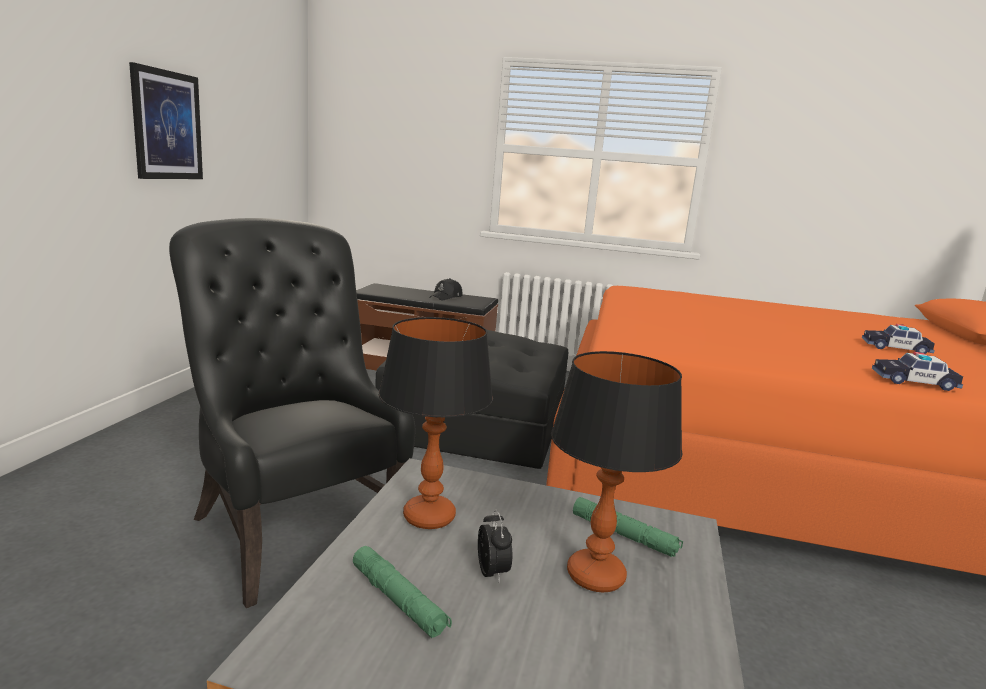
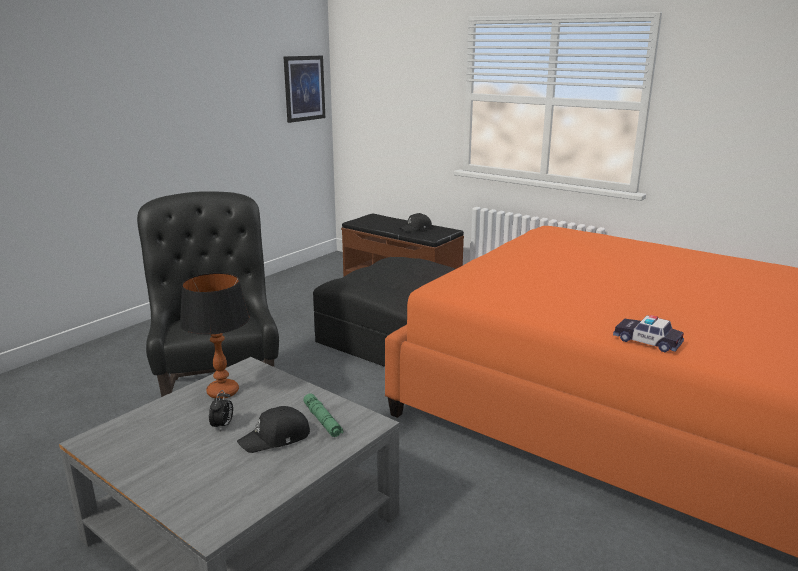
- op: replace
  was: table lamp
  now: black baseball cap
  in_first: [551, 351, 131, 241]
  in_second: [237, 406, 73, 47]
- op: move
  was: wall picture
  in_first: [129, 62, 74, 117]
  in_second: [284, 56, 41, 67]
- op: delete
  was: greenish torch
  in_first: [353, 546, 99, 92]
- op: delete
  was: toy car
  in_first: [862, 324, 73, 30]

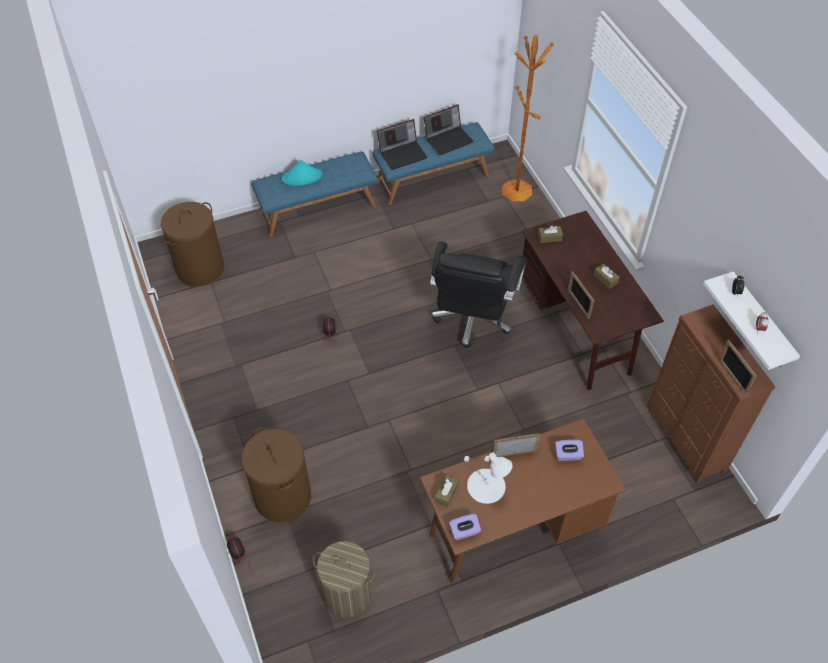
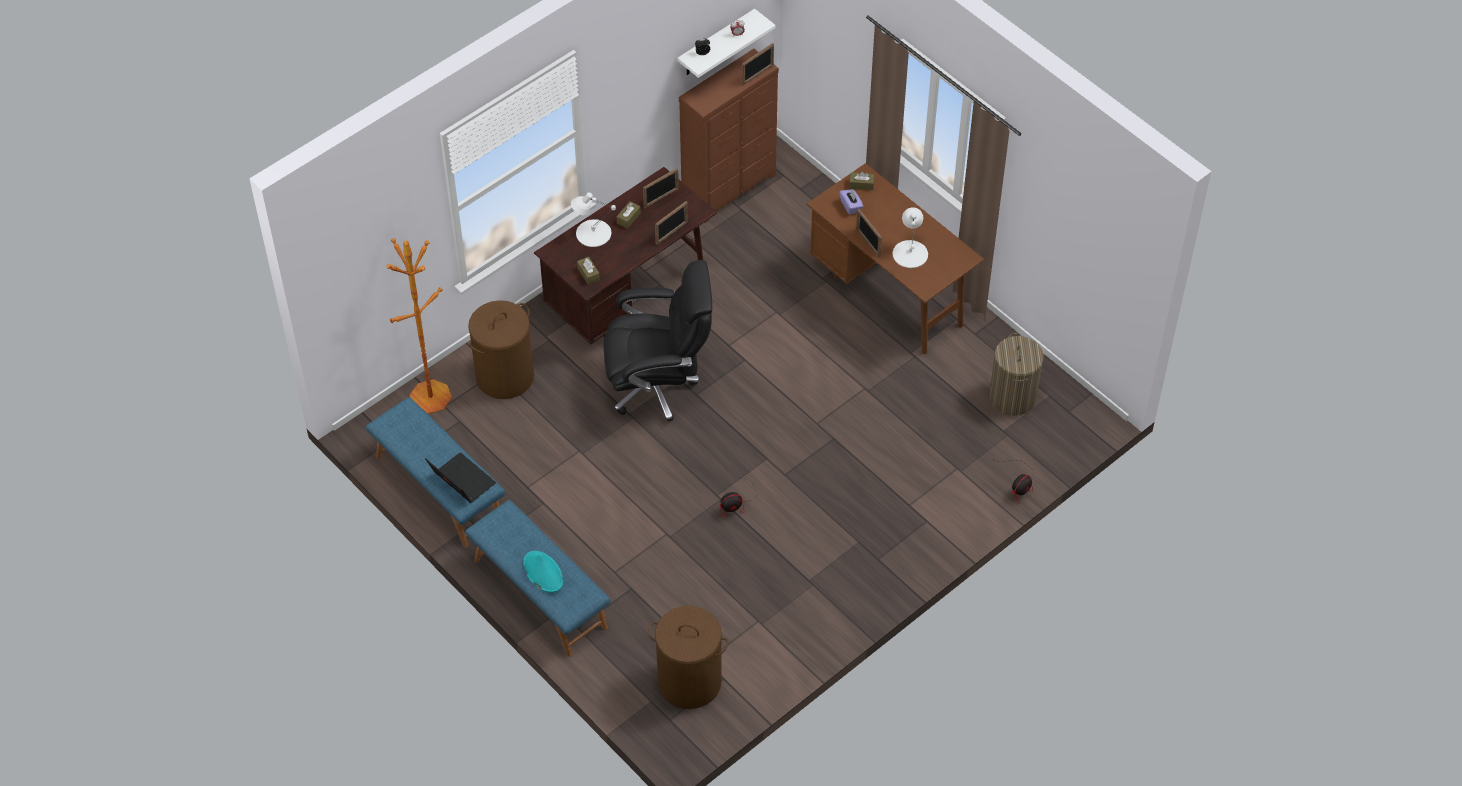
- op: move
  was: brown laundry basket
  in_first: [241, 428, 70, 94]
  in_second: [468, 300, 66, 99]
- op: insert
  now: white table lamp
  in_second: [571, 192, 45, 55]
- op: insert
  now: picture frame
  in_second: [643, 168, 36, 40]
- op: move
  was: brown box of tissues
  in_first: [435, 475, 24, 32]
  in_second: [849, 172, 26, 18]
- op: delete
  was: laptop
  in_first: [424, 104, 50, 51]
- op: delete
  was: purplish box of tissues
  in_first: [449, 514, 32, 26]

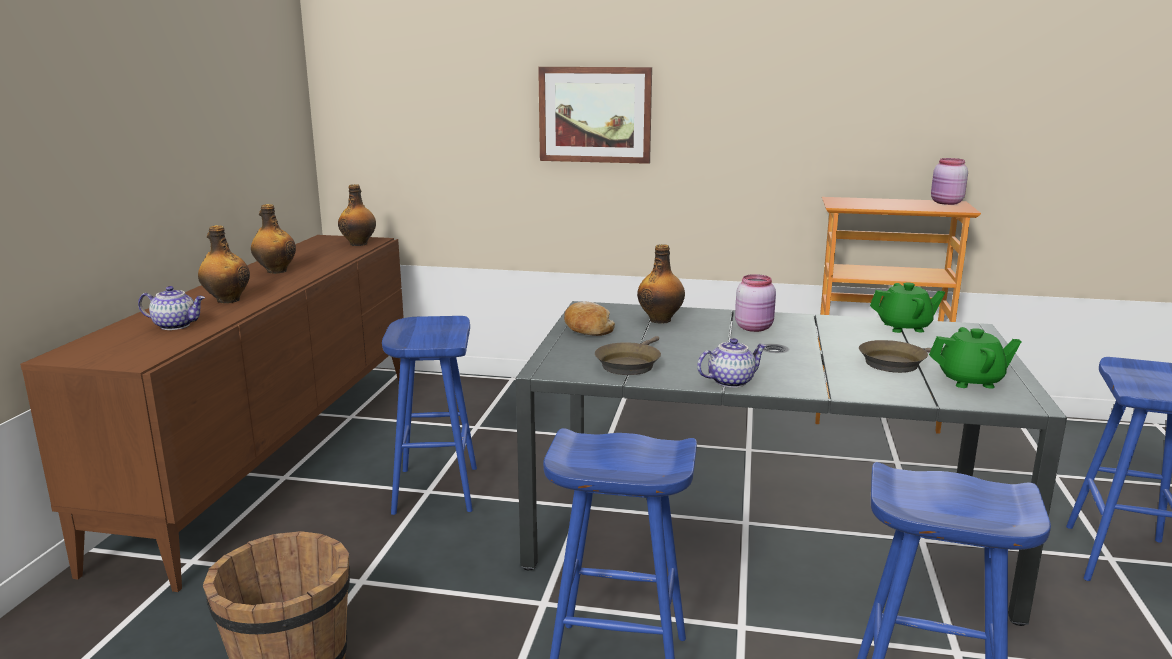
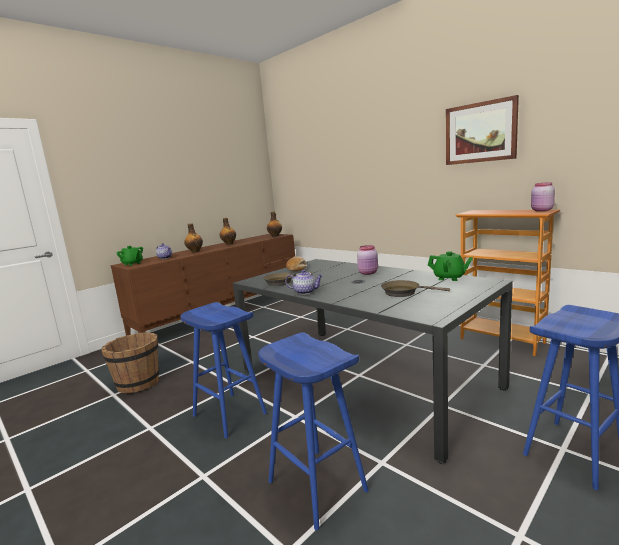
- op: move
  was: greenish tea pot
  in_first: [929, 327, 93, 61]
  in_second: [117, 246, 26, 20]
- op: move
  was: wall picture
  in_first: [538, 67, 114, 97]
  in_second: [446, 95, 73, 70]
- op: delete
  was: blue stool
  in_first: [382, 316, 95, 199]
- op: delete
  was: drink bottle
  in_first: [637, 244, 48, 80]

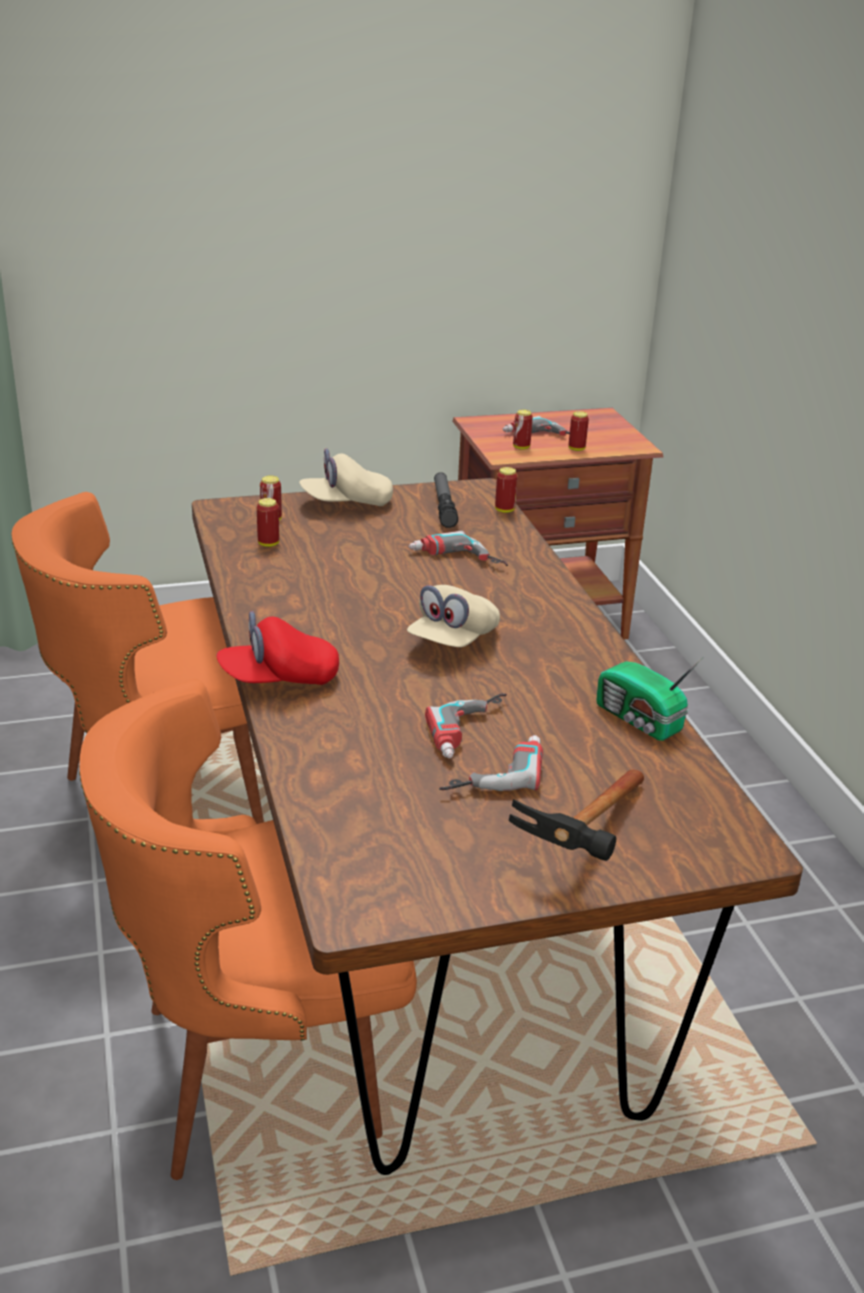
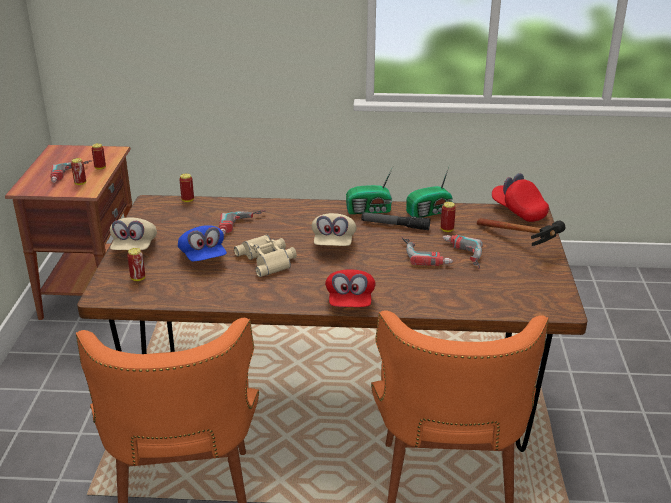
- op: insert
  now: blue baseball cap
  in_second: [178, 225, 49, 36]
- op: insert
  now: sand-coloured pair of binoculars
  in_second: [234, 235, 63, 42]
- op: rotate
  was: sand-coloured baseball cap
  in_first: [407, 585, 93, 62]
  in_second: [312, 213, 45, 33]
  clockwise: 45
- op: insert
  now: radio
  in_second: [346, 167, 47, 47]
- op: move
  was: torch
  in_first: [434, 472, 24, 56]
  in_second: [361, 212, 69, 18]
- op: move
  was: metal can
  in_first: [257, 498, 22, 49]
  in_second: [441, 202, 15, 30]
- op: insert
  now: reddish baseball cap
  in_second: [492, 173, 57, 49]

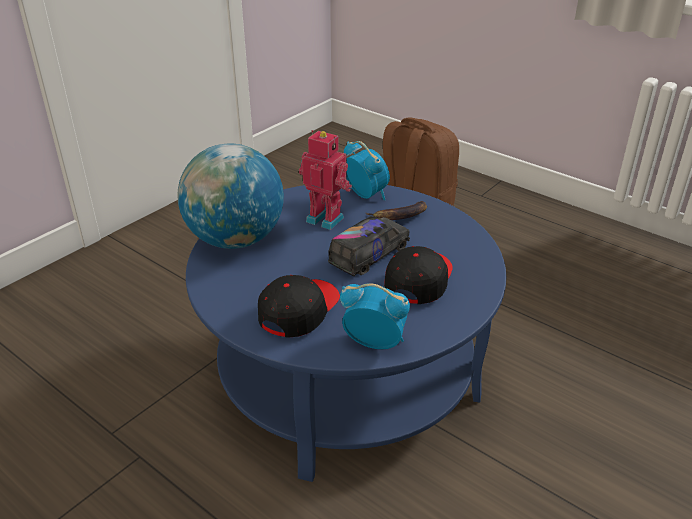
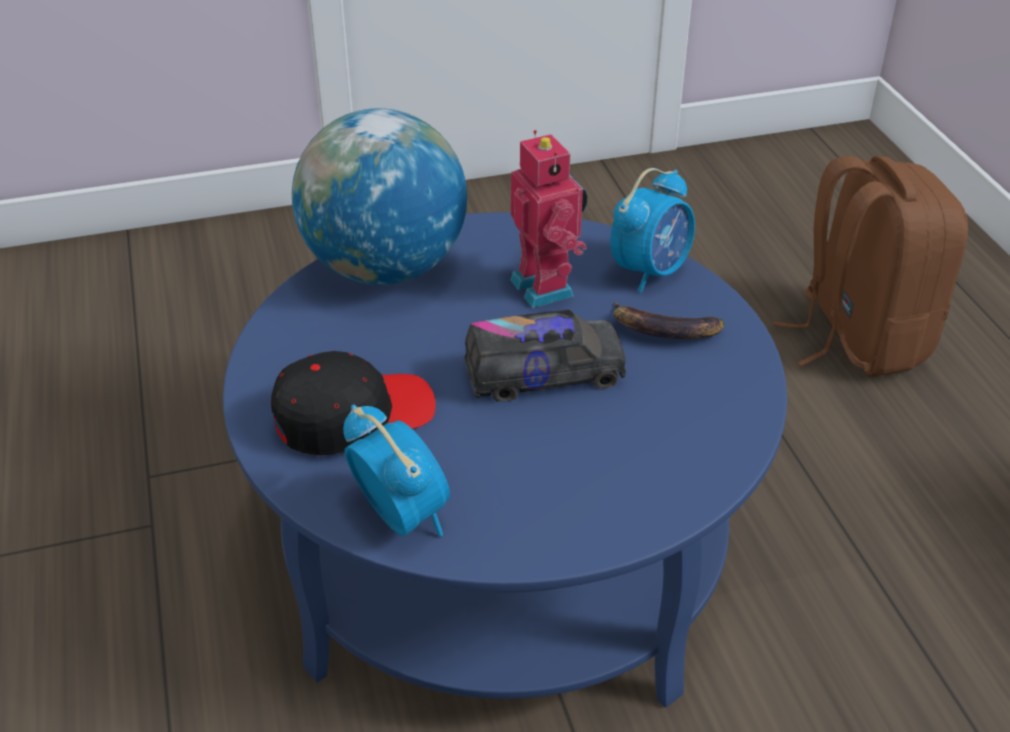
- op: rotate
  was: bedside clock
  in_first: [344, 141, 46, 59]
  in_second: [610, 168, 85, 125]
  clockwise: 45
- op: delete
  was: black baseball cap
  in_first: [384, 246, 69, 58]

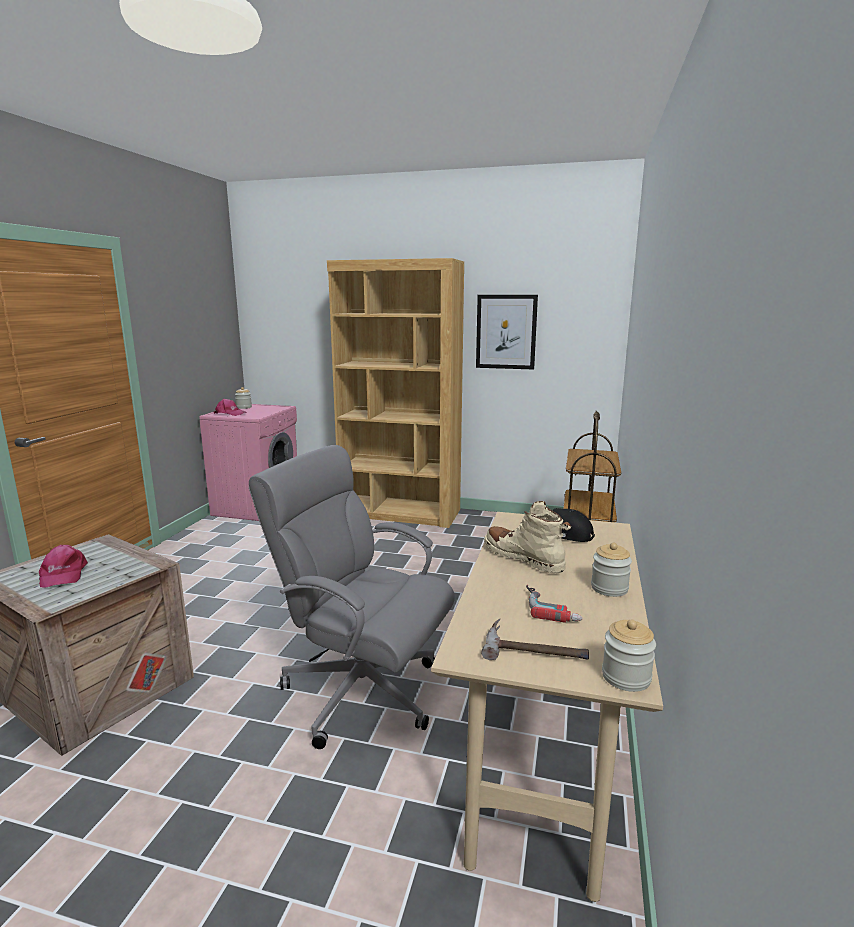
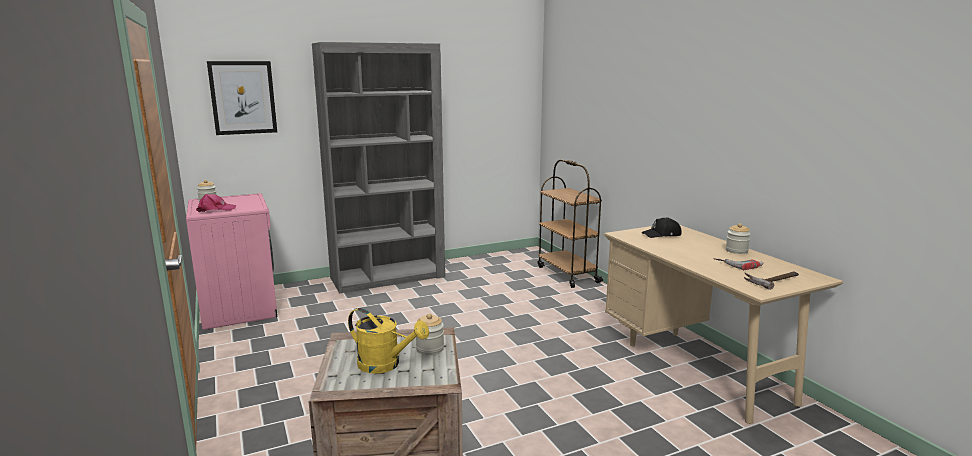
- op: move
  was: wall picture
  in_first: [476, 295, 62, 74]
  in_second: [207, 61, 70, 74]
- op: recolor
  was: brown bookshelf
  now: grey bookshelf
  in_first: [327, 258, 137, 270]
  in_second: [312, 42, 133, 252]
- op: replace
  was: pinkish baseball cap
  now: yellowish watering pot
  in_first: [39, 545, 49, 43]
  in_second: [348, 308, 81, 66]
- op: move
  was: preserve jar
  in_first: [602, 619, 54, 73]
  in_second: [416, 313, 28, 42]
- op: delete
  was: grey office chair
  in_first: [249, 445, 206, 304]
- op: delete
  was: sand-coloured high-top boot
  in_first: [484, 501, 87, 73]

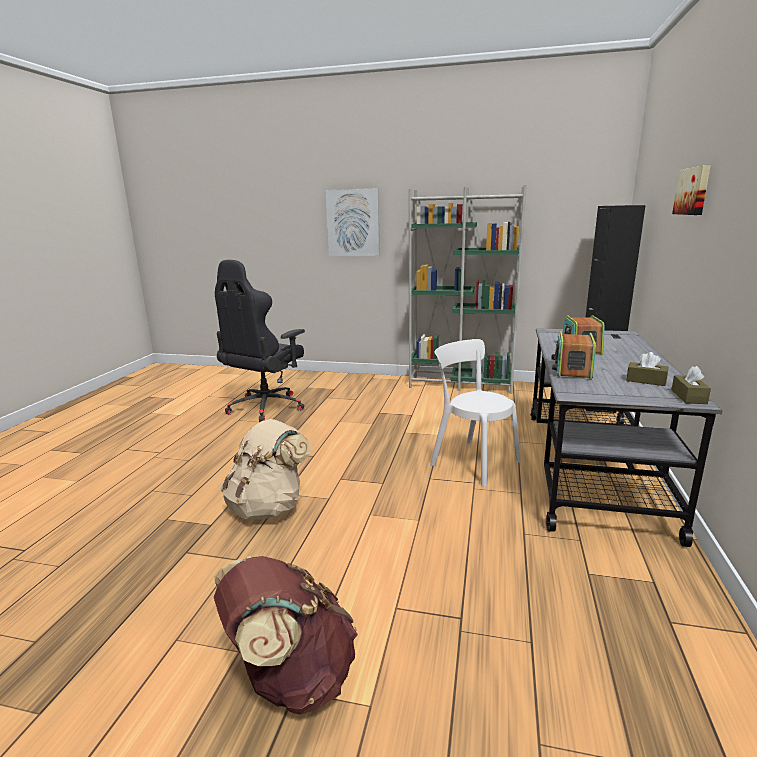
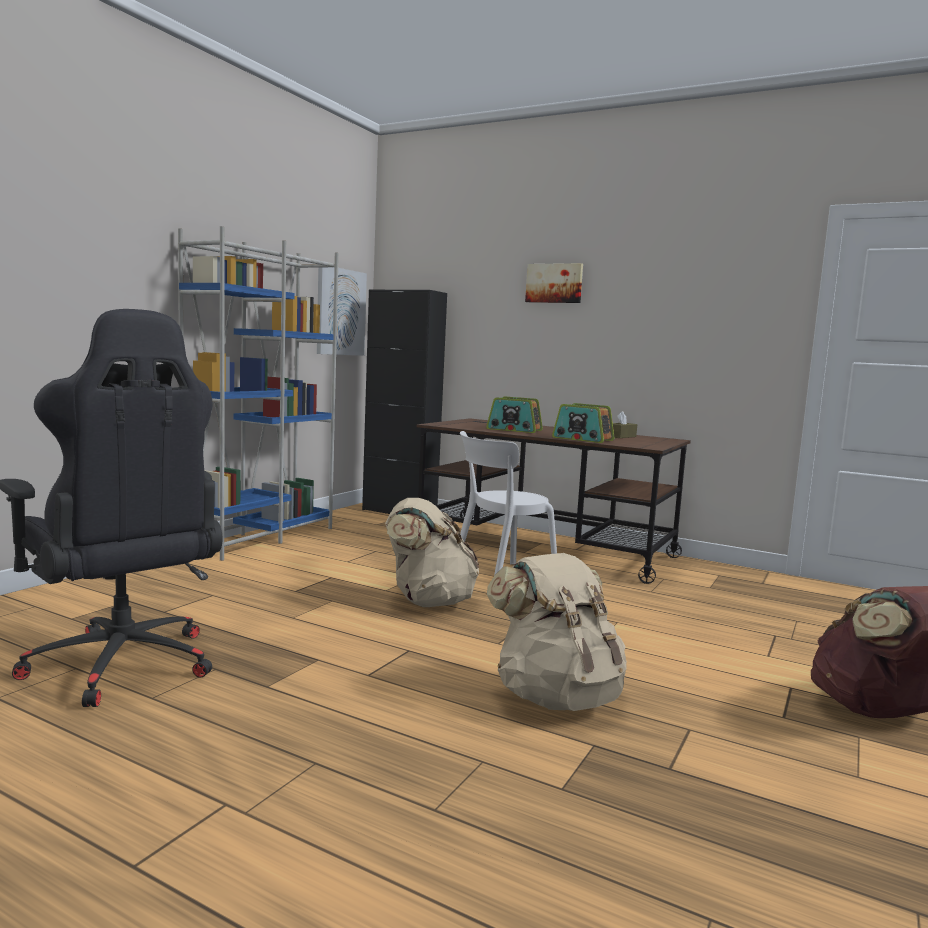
- op: recolor
  was: greenish bookshelf
  now: blue bookshelf
  in_first: [409, 185, 118, 209]
  in_second: [178, 226, 161, 335]
- op: move
  was: wall picture
  in_first: [325, 188, 55, 68]
  in_second: [317, 267, 50, 89]
- op: insert
  now: sand-coloured knapsack
  in_second: [385, 498, 94, 109]
- op: recolor
  was: grey desk unit
  now: brown desk unit
  in_first: [530, 328, 192, 219]
  in_second: [416, 418, 275, 166]
- op: delete
  was: brown box of tissues
  in_first: [671, 366, 40, 38]

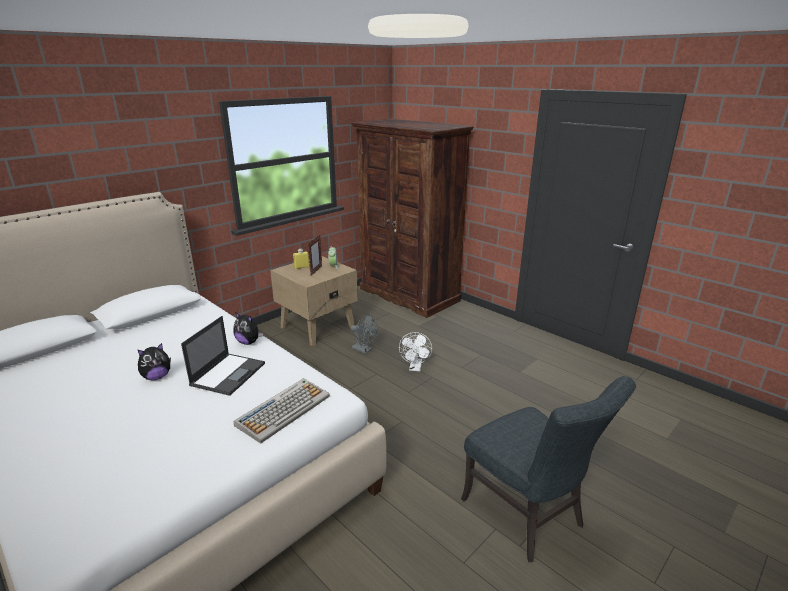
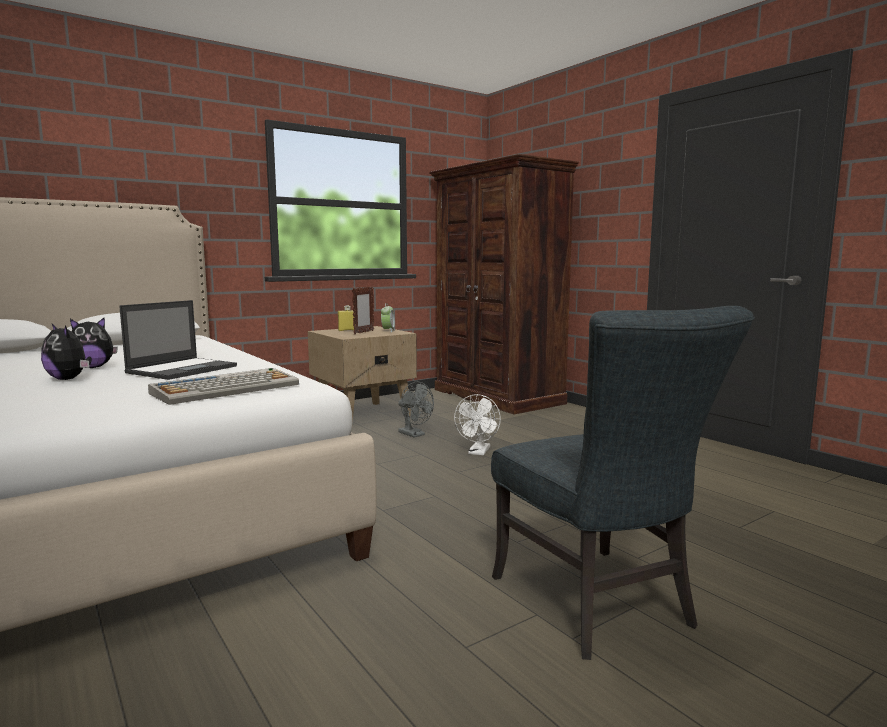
- op: move
  was: cuddly toy
  in_first: [233, 312, 30, 33]
  in_second: [41, 324, 51, 56]

